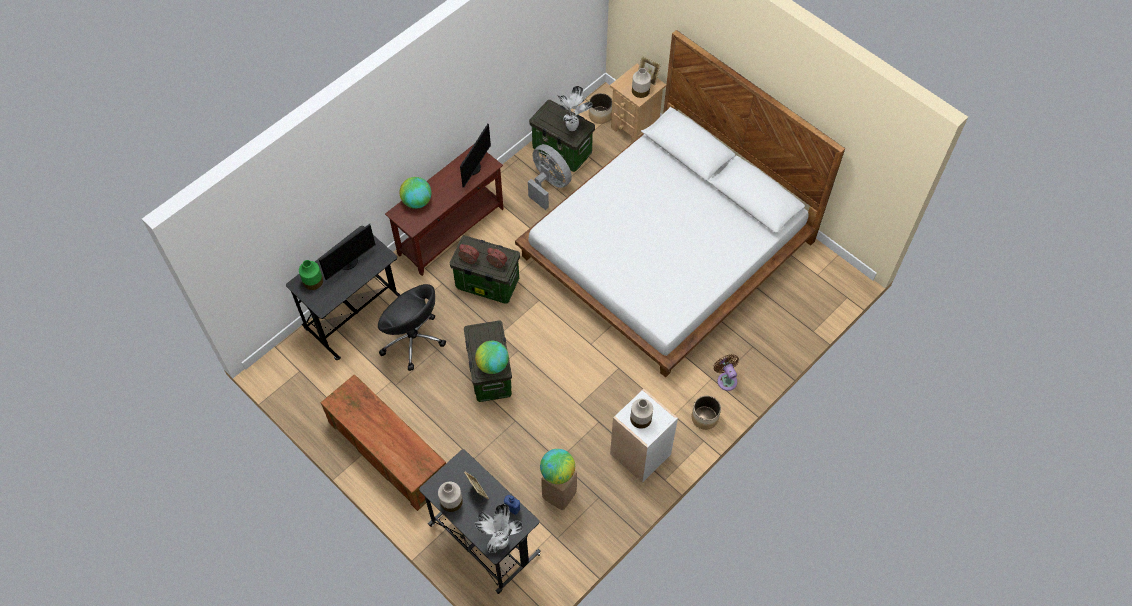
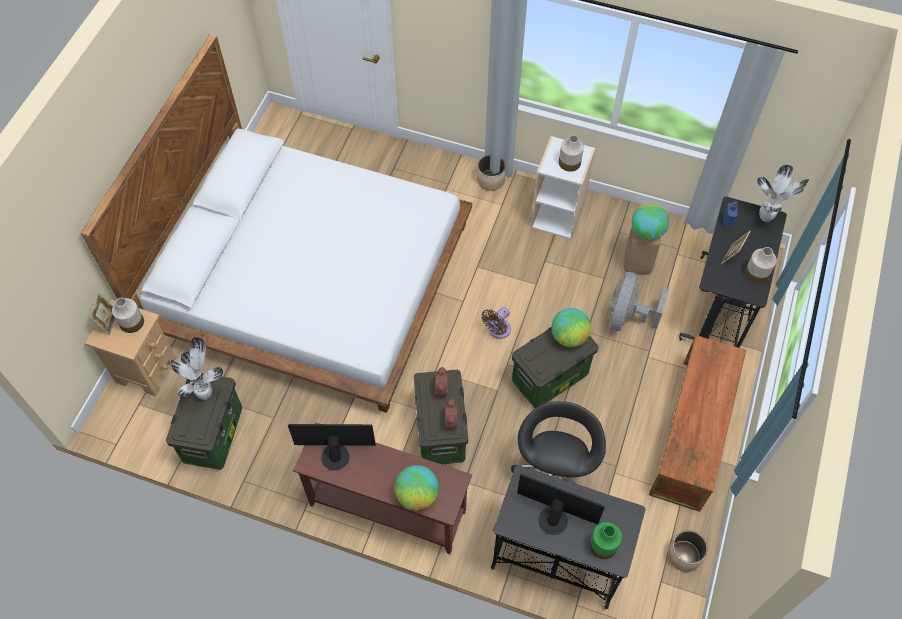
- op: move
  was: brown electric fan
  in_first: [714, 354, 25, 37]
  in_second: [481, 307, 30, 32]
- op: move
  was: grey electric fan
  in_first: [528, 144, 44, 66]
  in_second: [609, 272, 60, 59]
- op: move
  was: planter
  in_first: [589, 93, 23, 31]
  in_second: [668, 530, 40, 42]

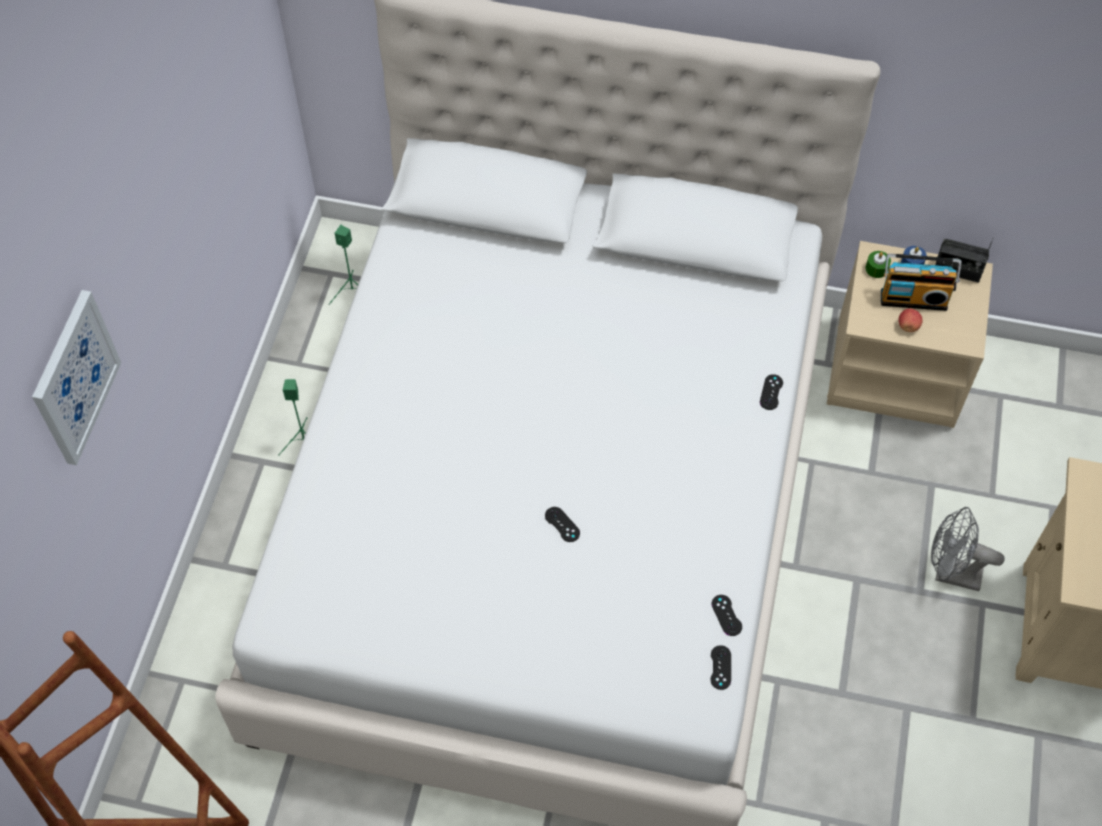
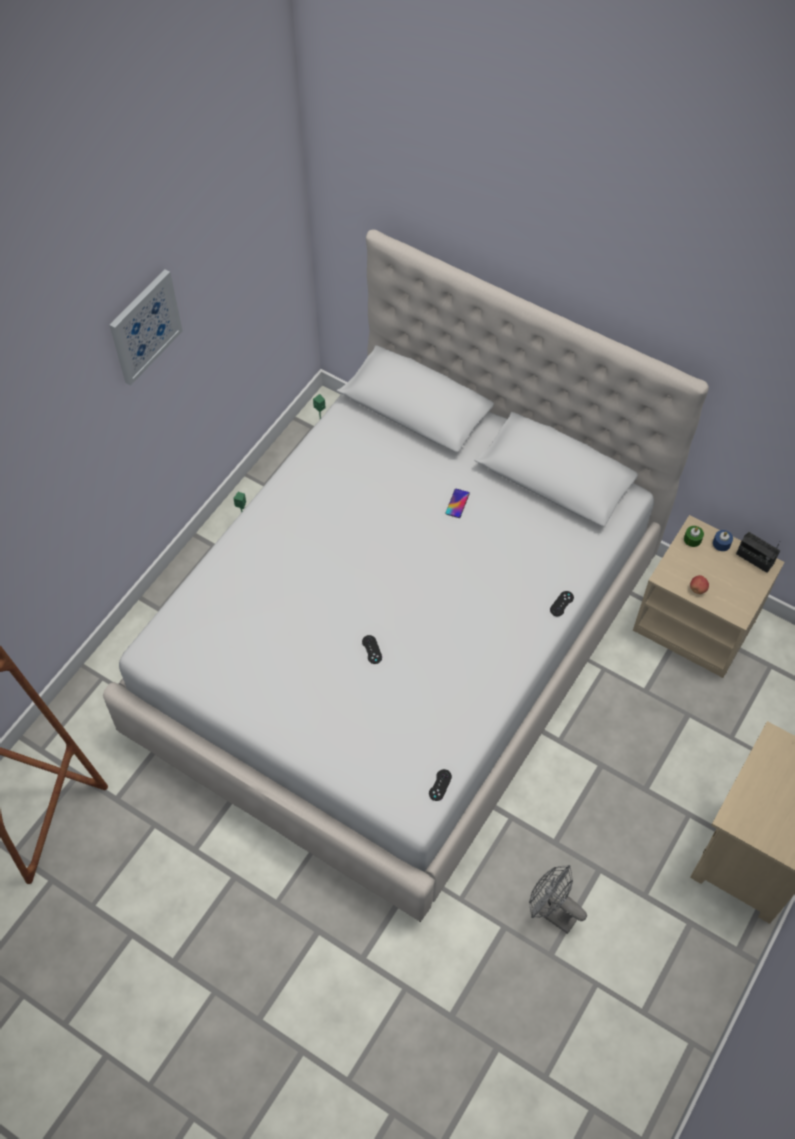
- op: move
  was: wall picture
  in_first: [32, 290, 89, 175]
  in_second: [110, 269, 73, 117]
- op: insert
  now: telephone
  in_second: [445, 489, 25, 29]
- op: move
  was: grey electric fan
  in_first: [931, 507, 73, 84]
  in_second: [529, 865, 58, 69]
- op: delete
  was: black gamepad
  in_first: [712, 595, 30, 41]
- op: delete
  was: radio
  in_first: [881, 253, 81, 58]

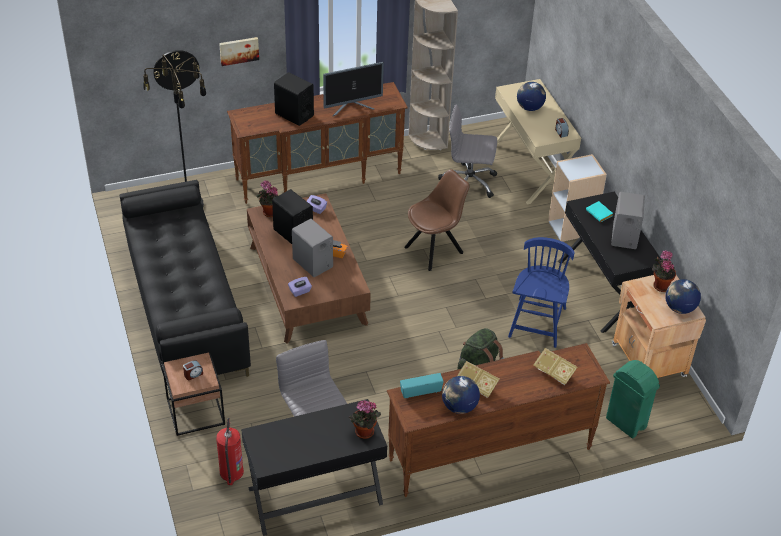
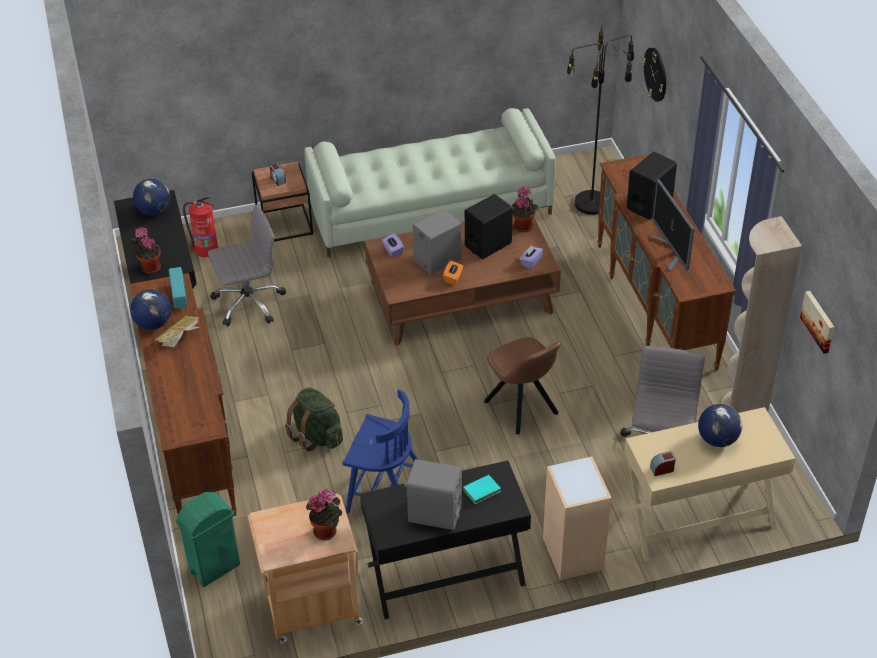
- op: move
  was: globe
  in_first: [665, 279, 36, 35]
  in_second: [133, 179, 37, 36]
- op: recolor
  was: black couch
  now: white couch
  in_first: [120, 180, 131, 214]
  in_second: [304, 108, 252, 149]
- op: move
  was: wall picture
  in_first: [219, 37, 40, 29]
  in_second: [800, 291, 34, 63]
- op: delete
  was: bound book
  in_first: [534, 348, 43, 37]

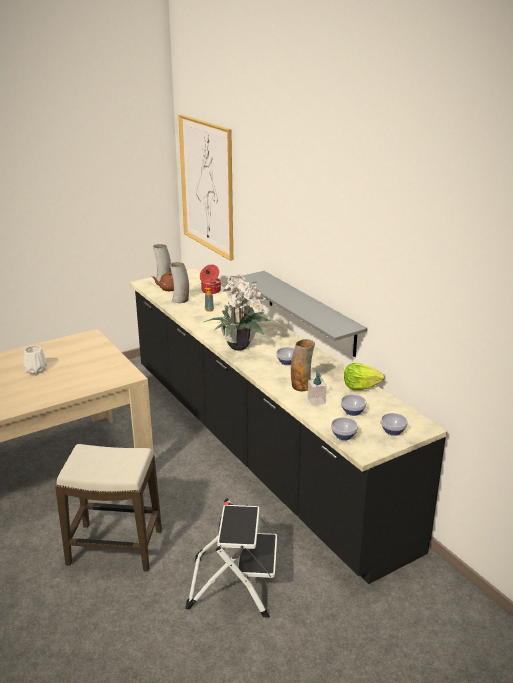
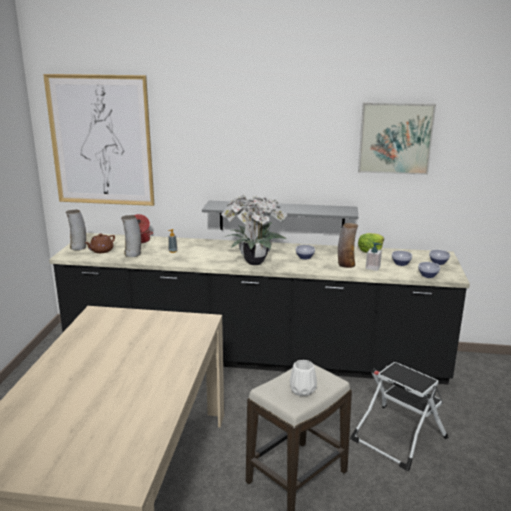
- op: move
  was: white decorative vase
  in_first: [24, 346, 23, 28]
  in_second: [290, 360, 27, 36]
- op: insert
  now: wall picture
  in_second: [358, 102, 78, 73]

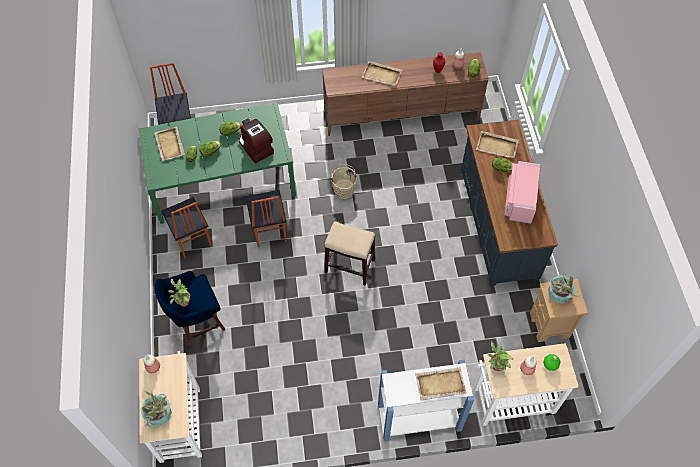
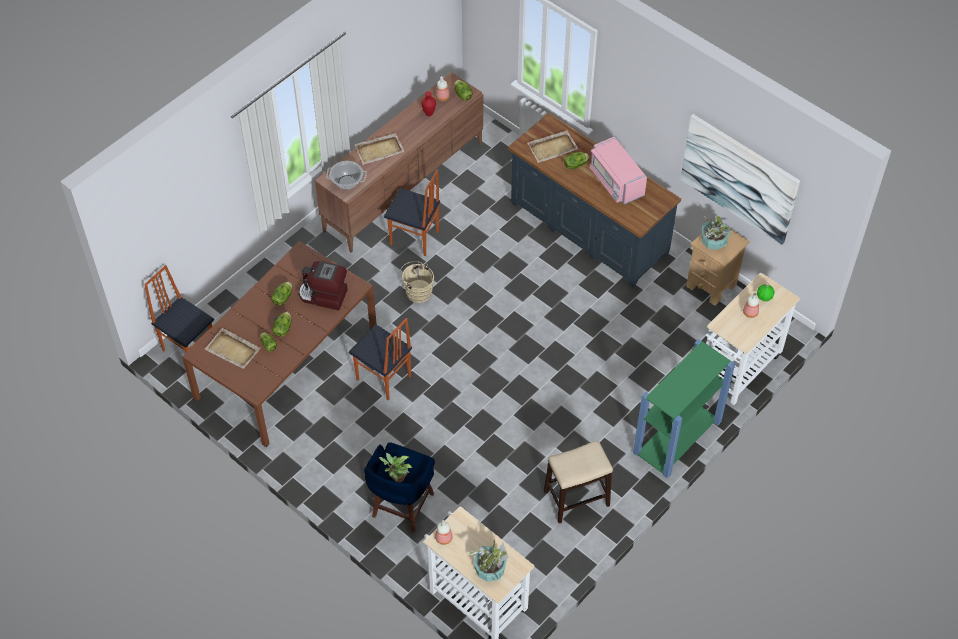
- op: recolor
  was: greenish kitchen table
  now: brown kitchen table
  in_first: [139, 102, 157, 122]
  in_second: [182, 241, 195, 206]
- op: insert
  now: stockpot
  in_second: [326, 161, 41, 28]
- op: move
  was: chair
  in_first: [161, 197, 51, 61]
  in_second: [384, 169, 56, 87]
- op: move
  was: stool
  in_first: [324, 221, 51, 65]
  in_second: [544, 441, 69, 82]
- op: recolor
  was: white bookshelf
  now: greenish bookshelf
  in_first: [378, 360, 96, 82]
  in_second: [633, 339, 102, 140]
- op: insert
  now: wall picture
  in_second: [681, 114, 119, 131]
- op: delete
  was: sand-coloured serving tray
  in_first: [415, 367, 52, 34]
- op: delete
  was: houseplant
  in_first: [488, 342, 26, 29]

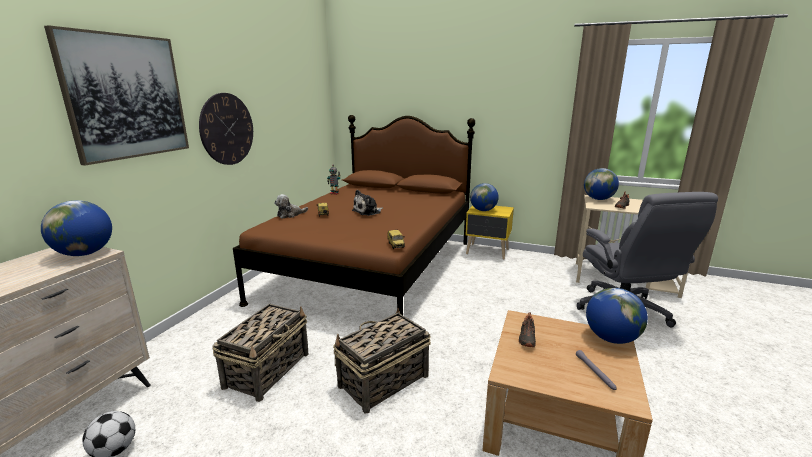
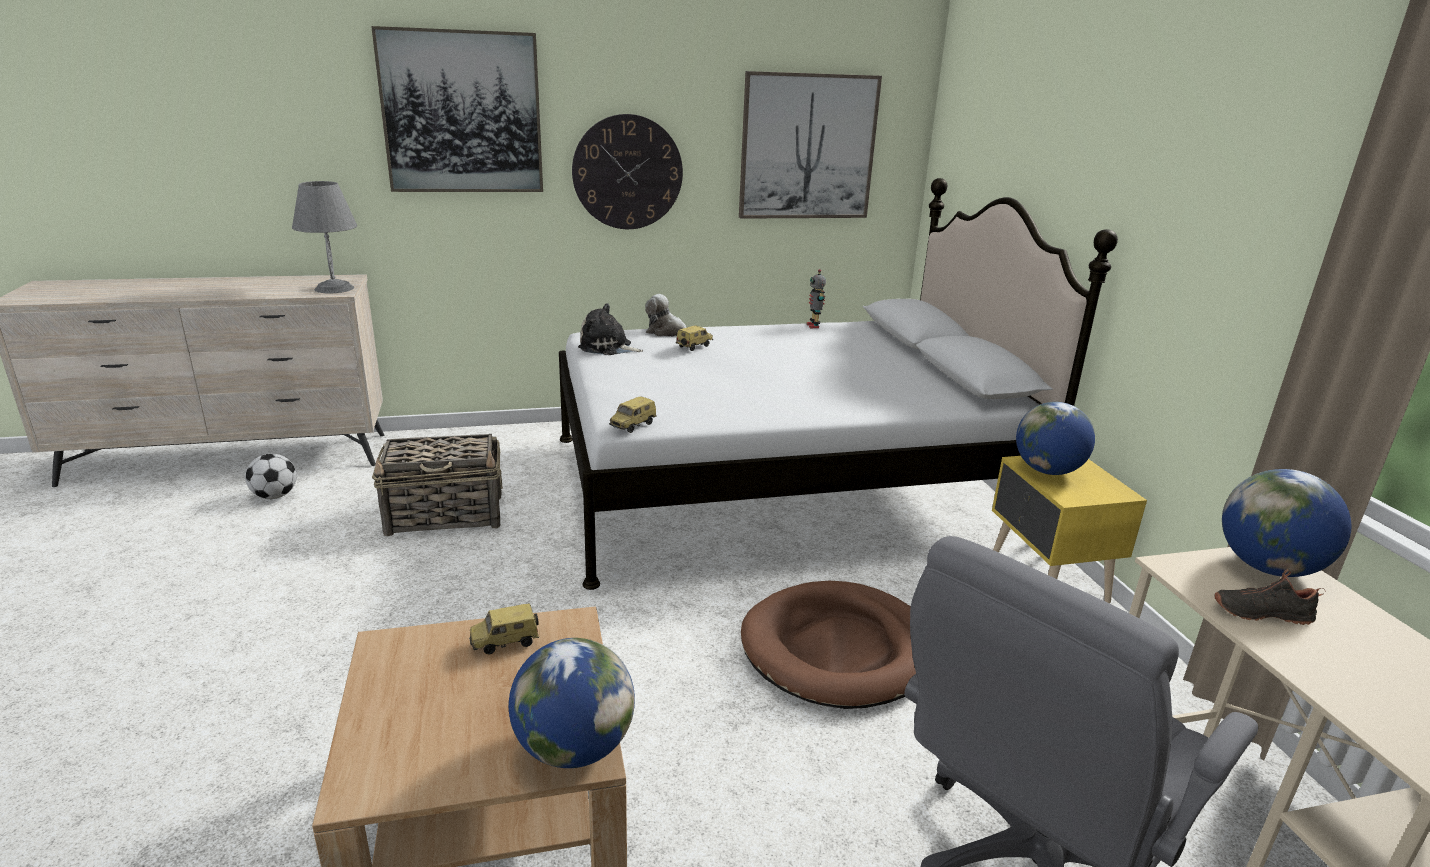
- op: replace
  was: globe
  now: grey table lamp
  in_first: [41, 200, 71, 56]
  in_second: [292, 181, 65, 112]
- op: replace
  was: black shoe
  now: toy car
  in_first: [519, 312, 17, 35]
  in_second: [469, 603, 70, 52]
- op: recolor
  was: brown bedroom bed
  now: white bedroom bed
  in_first: [233, 115, 242, 200]
  in_second: [559, 178, 559, 412]
- op: move
  was: cuddly toy
  in_first: [352, 190, 31, 26]
  in_second: [578, 303, 66, 52]
- op: insert
  now: wall picture
  in_second: [739, 71, 143, 148]
- op: insert
  now: brown dog cushion
  in_second: [741, 581, 175, 128]
- op: delete
  was: basket
  in_first: [333, 308, 98, 105]
- op: delete
  was: grey torch
  in_first: [576, 350, 41, 40]

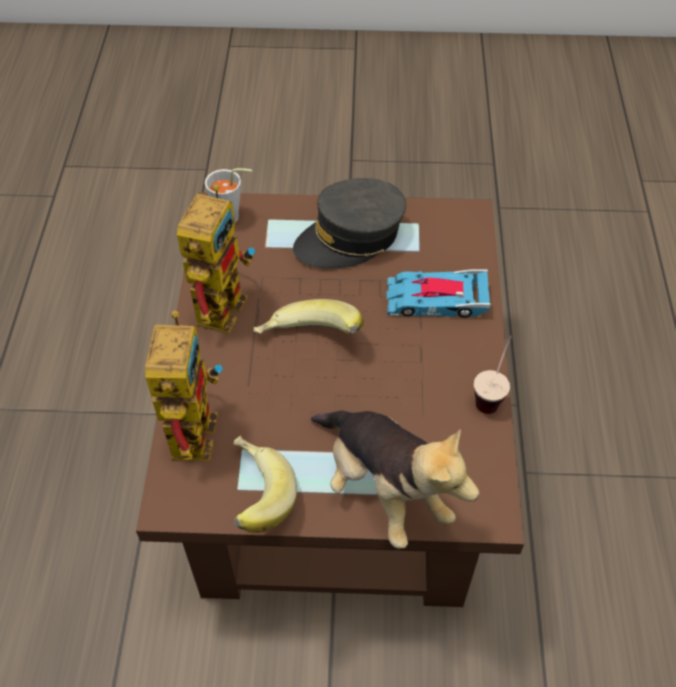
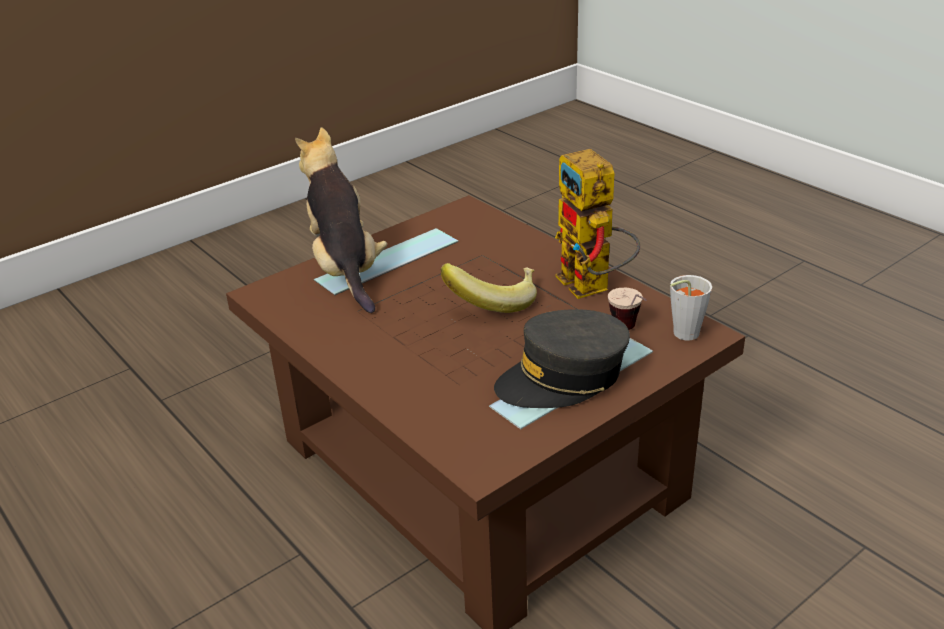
- op: rotate
  was: cuddly toy
  in_first: [311, 410, 168, 139]
  in_second: [295, 127, 92, 186]
  clockwise: 60
- op: rotate
  was: grey baseball cap
  in_first: [293, 178, 113, 90]
  in_second: [494, 309, 136, 99]
  clockwise: -135
- op: move
  was: small cup
  in_first: [474, 335, 38, 79]
  in_second: [608, 288, 39, 42]
- op: delete
  was: model robot
  in_first: [145, 311, 78, 150]
- op: delete
  was: banana fruit
  in_first: [233, 435, 64, 98]
- op: delete
  was: toy car
  in_first: [387, 269, 104, 49]

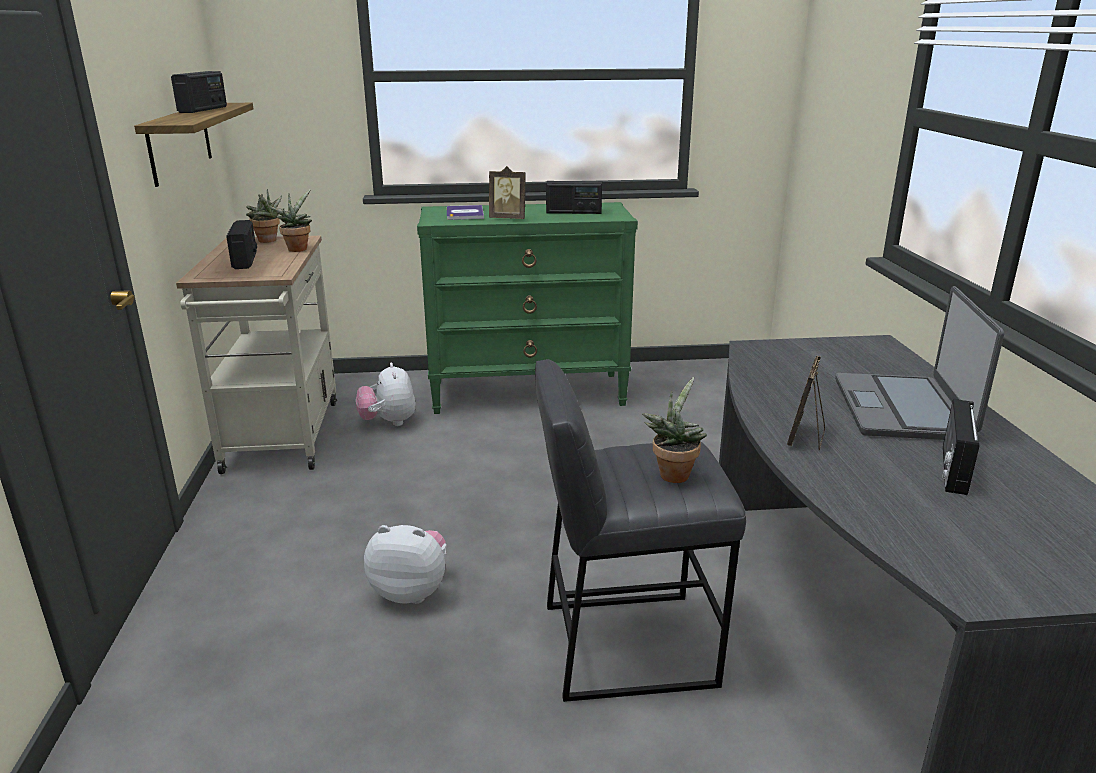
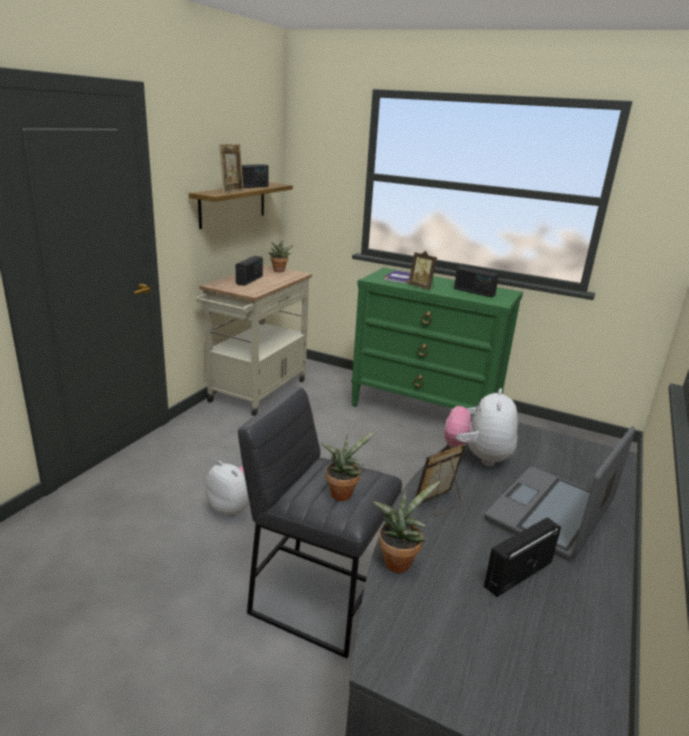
- op: insert
  now: picture frame
  in_second: [219, 144, 25, 49]
- op: move
  was: houseplant
  in_first: [268, 189, 44, 63]
  in_second: [372, 481, 68, 92]
- op: move
  was: cuddly toy
  in_first: [356, 362, 60, 64]
  in_second: [444, 388, 74, 78]

